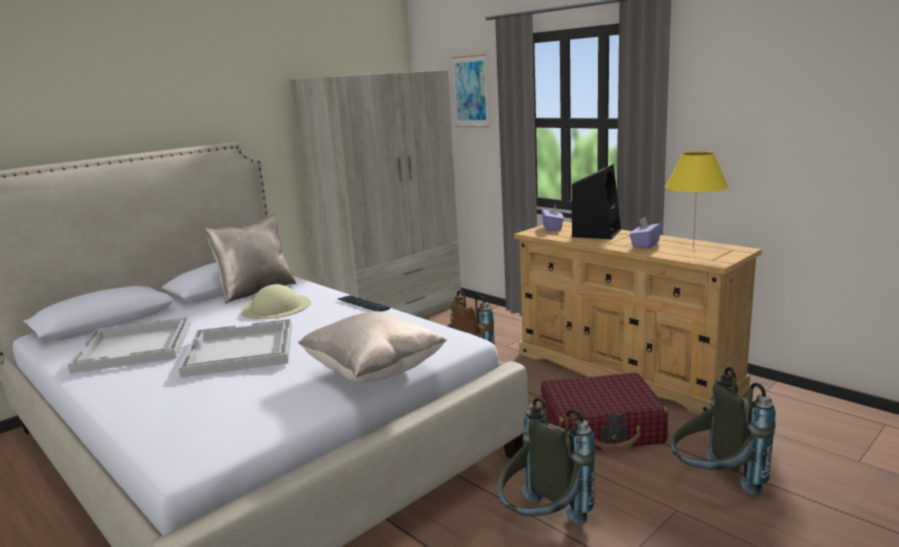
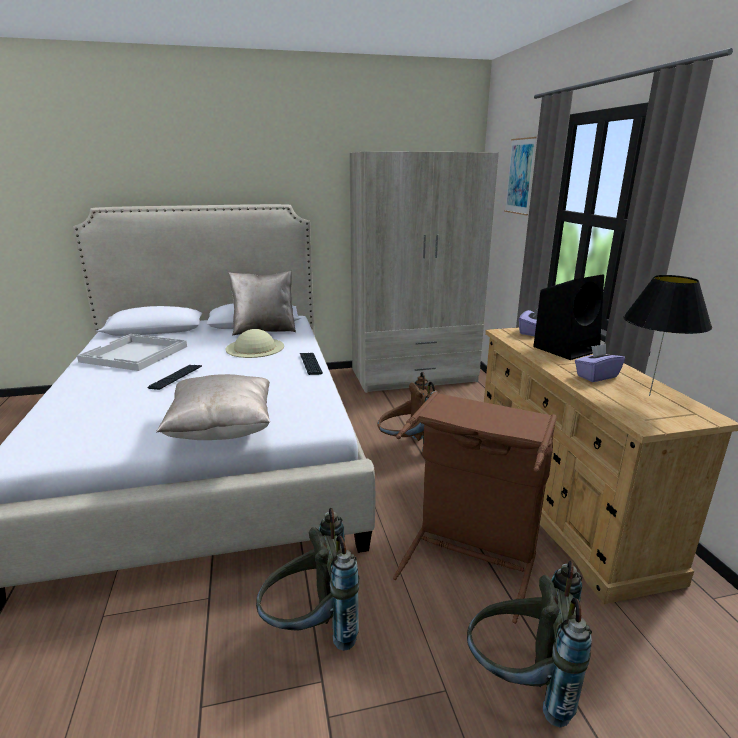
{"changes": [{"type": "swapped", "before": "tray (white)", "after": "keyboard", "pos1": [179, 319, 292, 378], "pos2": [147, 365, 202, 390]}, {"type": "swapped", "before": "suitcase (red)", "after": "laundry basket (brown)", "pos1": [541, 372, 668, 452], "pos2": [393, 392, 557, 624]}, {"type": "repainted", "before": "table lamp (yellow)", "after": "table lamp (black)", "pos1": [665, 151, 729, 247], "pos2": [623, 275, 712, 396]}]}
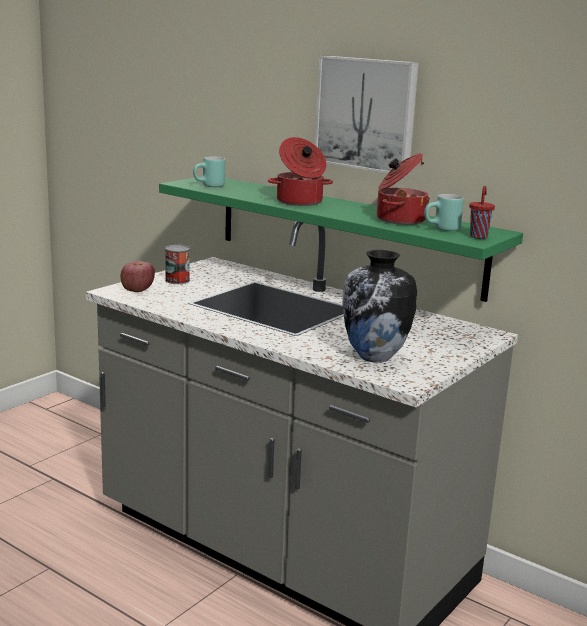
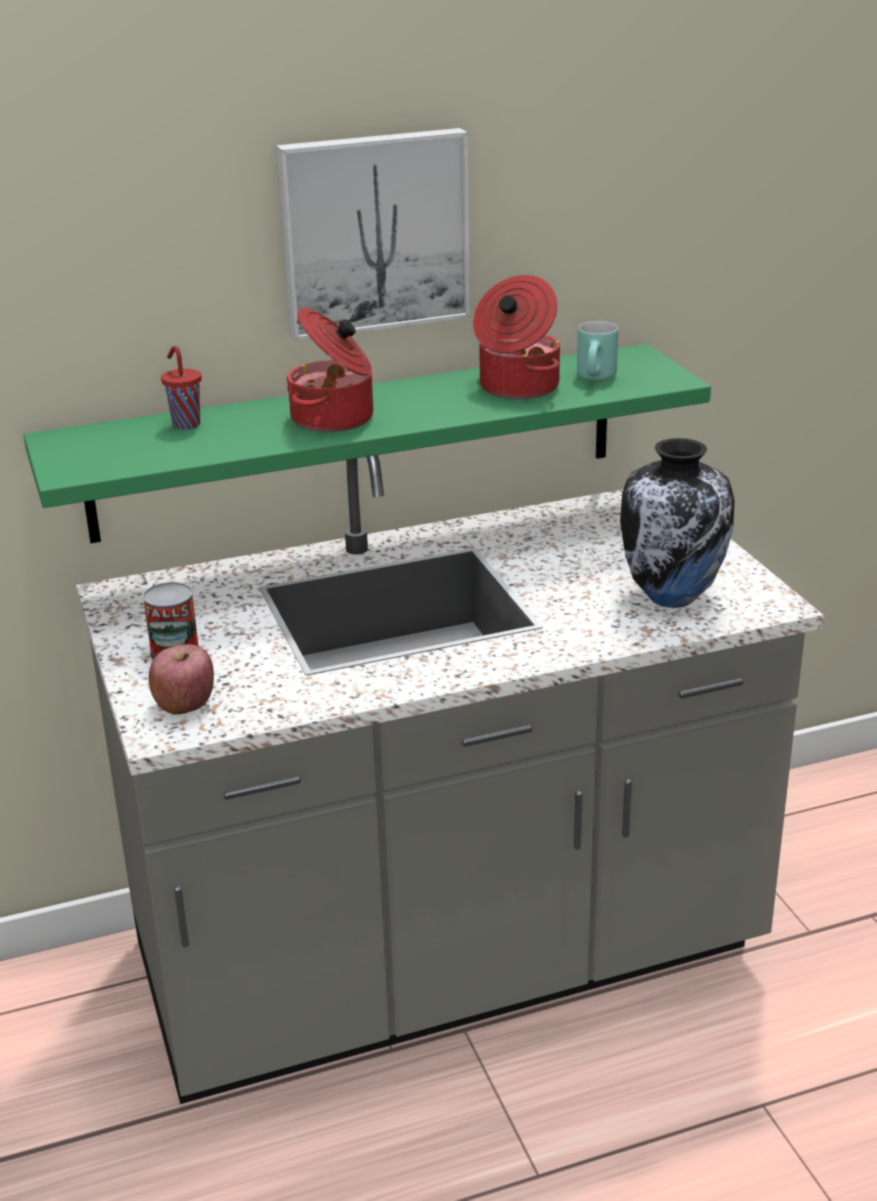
{"changes": [{"type": "shifted", "before": "cup (red)", "pos1": [469, 186, 495, 239], "pos2": [161, 346, 202, 430]}, {"type": "gone", "before": "mug (turquoise)", "pos1": [193, 156, 225, 187]}]}
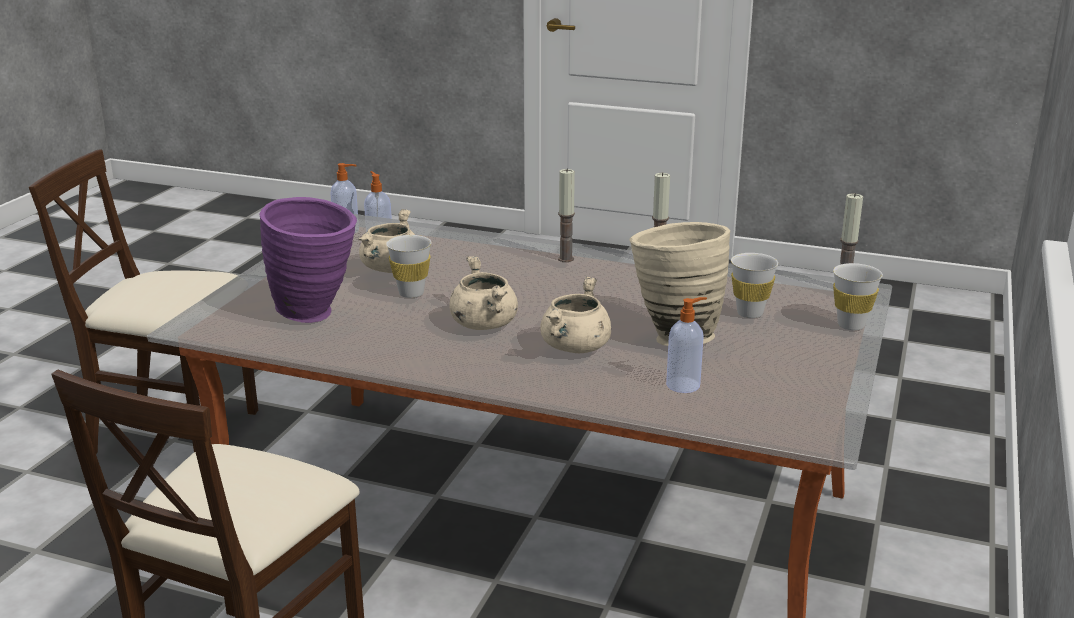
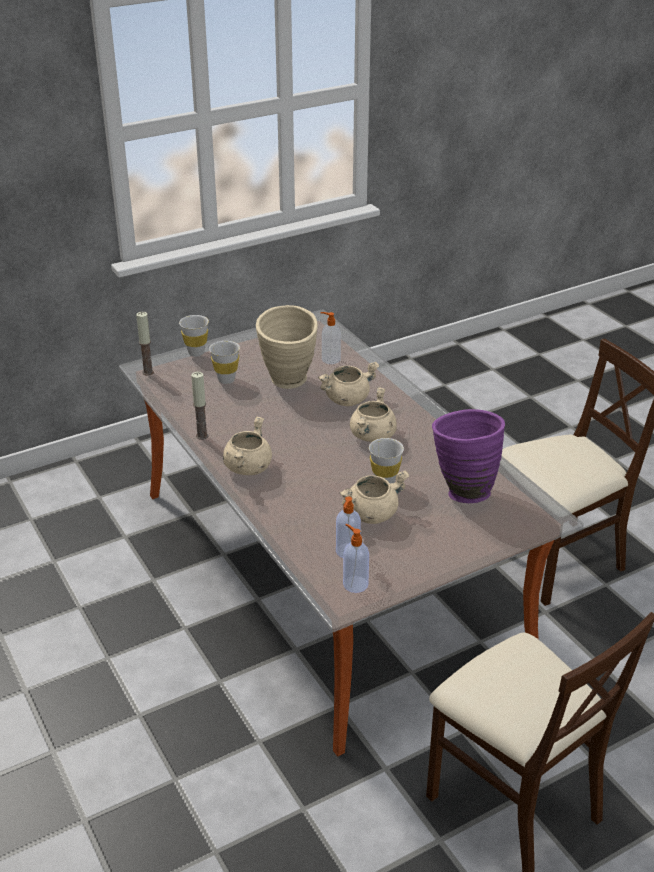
{"changes": [{"type": "swapped", "before": "candle", "after": "cooking pot (beige)", "pos1": [558, 168, 575, 262], "pos2": [223, 416, 272, 475]}]}
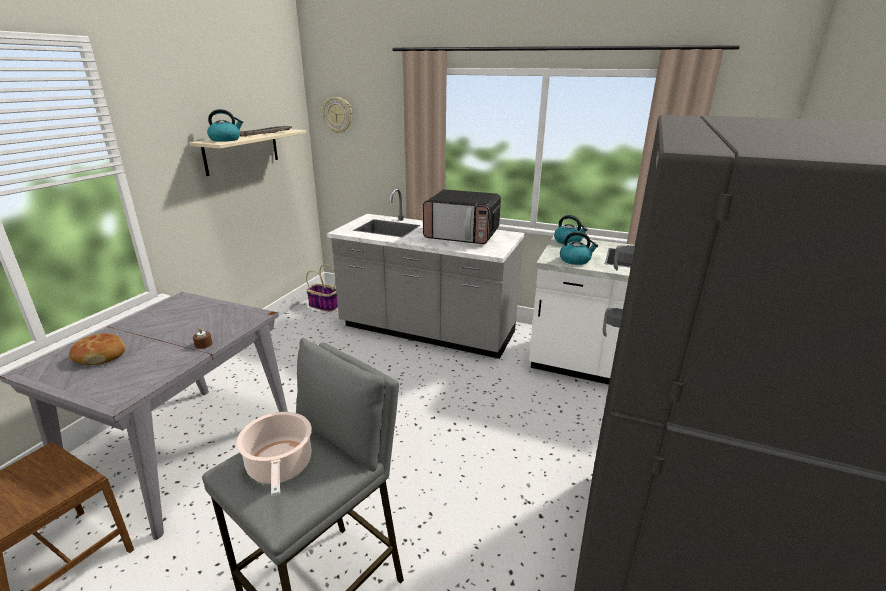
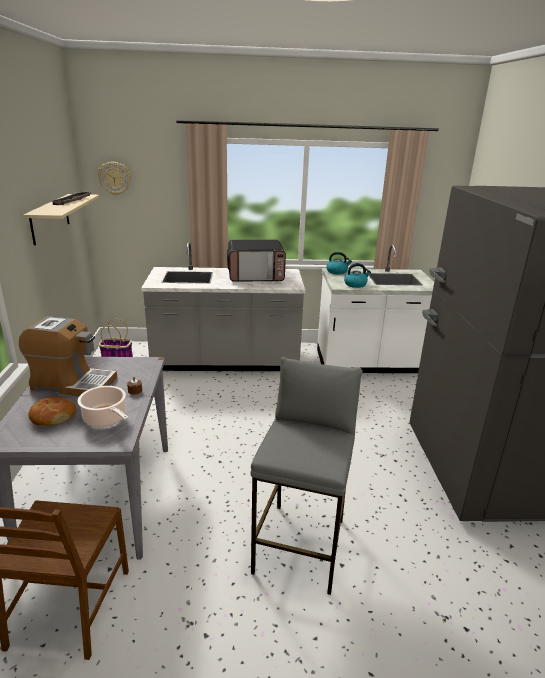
{"changes": [{"type": "new", "after": "coffee machine", "pos2": [19, 316, 117, 396]}, {"type": "shifted", "before": "cooking pot", "pos1": [236, 412, 312, 496], "pos2": [77, 386, 129, 427]}, {"type": "gone", "before": "kettle", "pos1": [207, 109, 243, 142]}]}
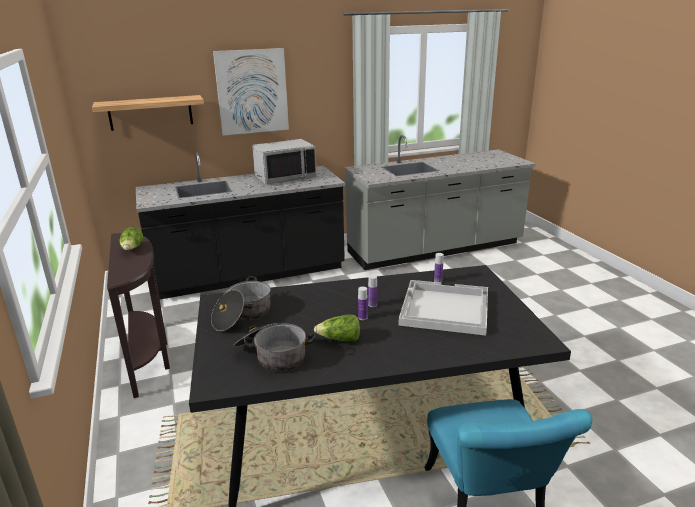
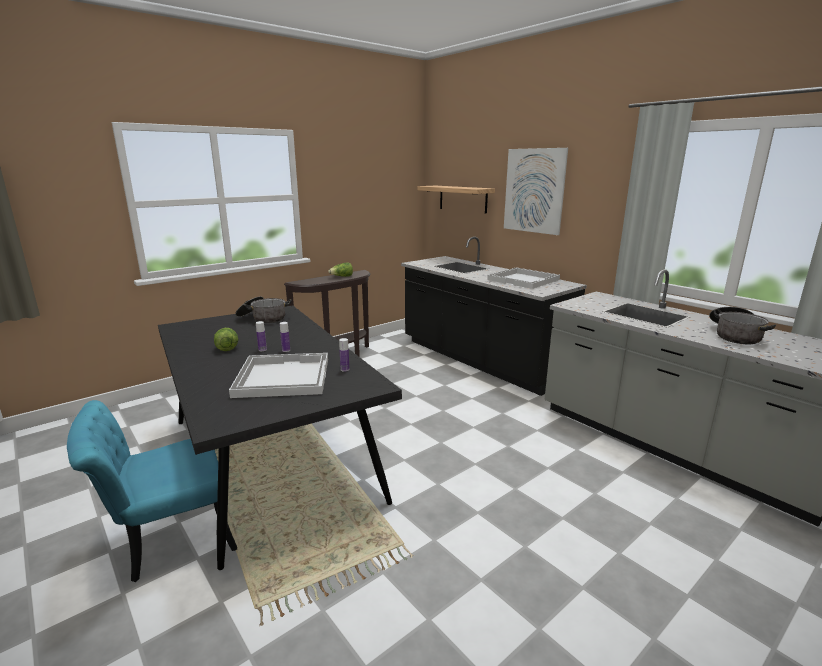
{"changes": [{"type": "swapped", "before": "microwave (grey)", "after": "tray (white)", "pos1": [252, 139, 317, 185], "pos2": [487, 267, 560, 289]}, {"type": "shifted", "before": "cooking pot", "pos1": [233, 323, 316, 371], "pos2": [709, 307, 776, 344]}]}
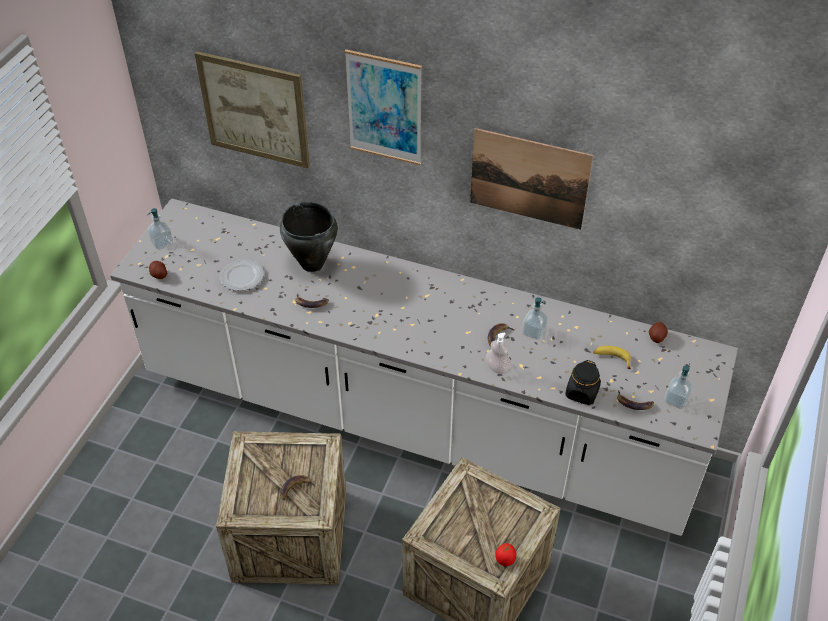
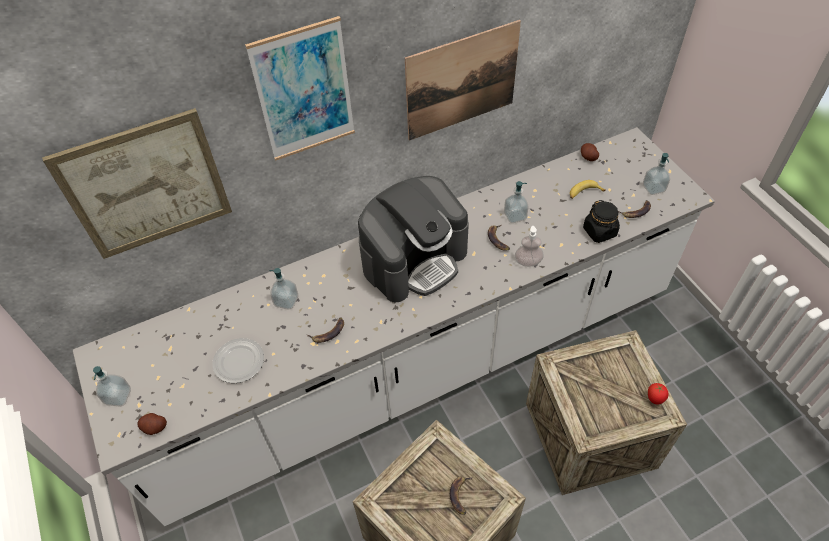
{"changes": [{"type": "swapped", "before": "cooking pot (black)", "after": "soap dispenser", "pos1": [280, 202, 338, 272], "pos2": [269, 268, 298, 310]}, {"type": "new", "after": "coffee machine", "pos2": [358, 176, 469, 302]}]}
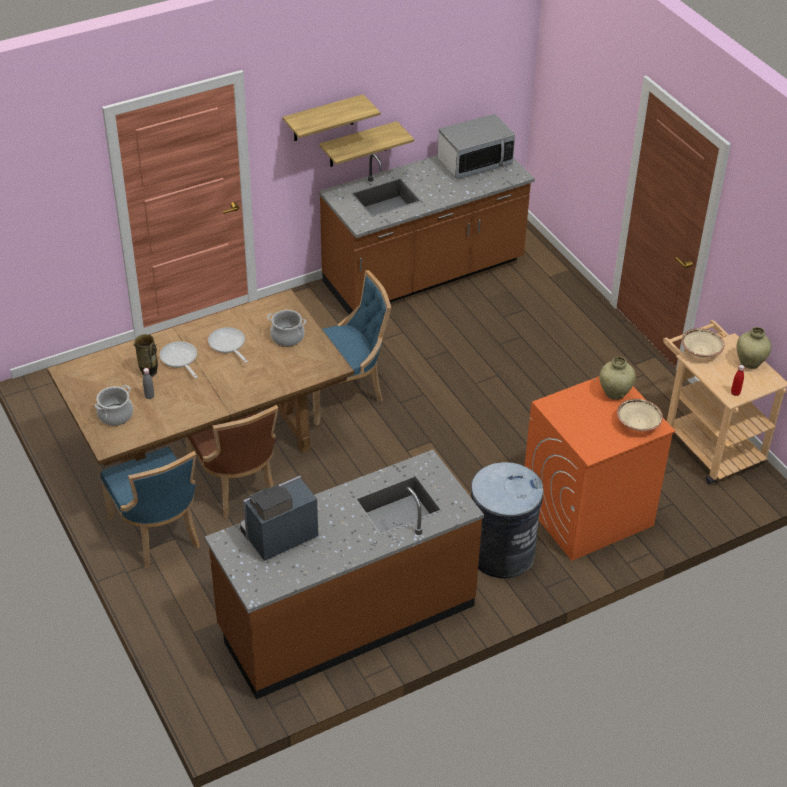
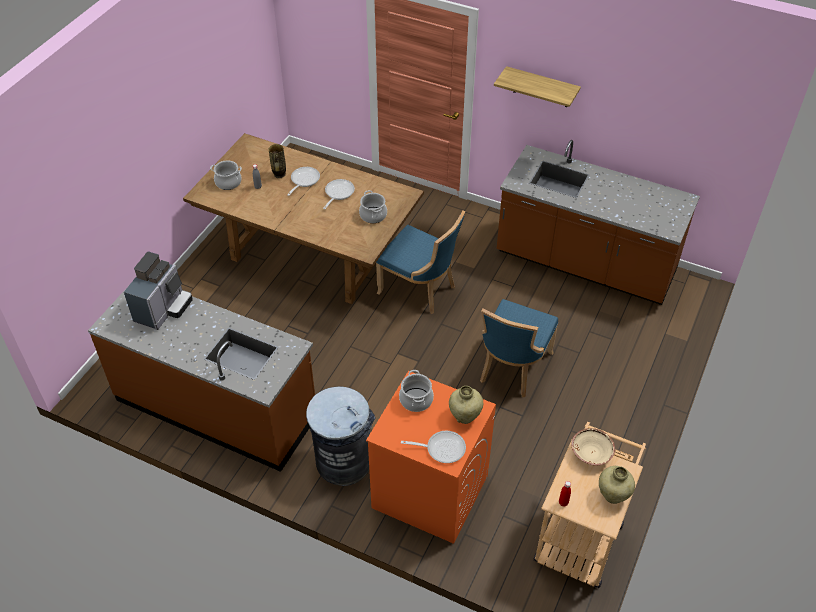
{"changes": [{"type": "rotated", "before": "coffee machine", "pos1": [240, 476, 318, 561], "pos2": [124, 252, 193, 330], "turn": 90}, {"type": "new", "after": "cooking pot", "pos2": [399, 370, 434, 412]}, {"type": "swapped", "before": "bowl (beige)", "after": "frying pan", "pos1": [617, 399, 663, 431], "pos2": [401, 431, 466, 463]}, {"type": "shifted", "before": "chair (blue)", "pos1": [100, 447, 200, 568], "pos2": [480, 299, 558, 398]}, {"type": "gone", "before": "chair (brown)", "pos1": [185, 405, 278, 519]}, {"type": "gone", "before": "shelf", "pos1": [319, 121, 414, 167]}, {"type": "gone", "before": "microwave", "pos1": [438, 114, 515, 179]}]}
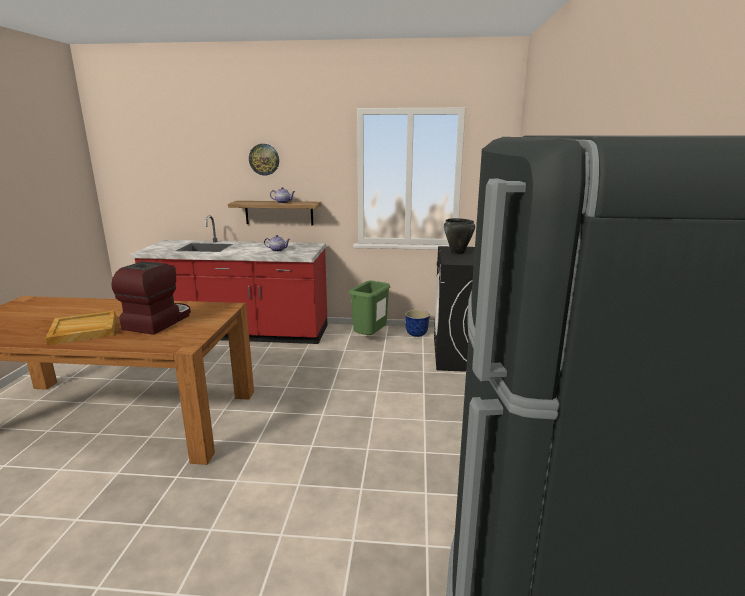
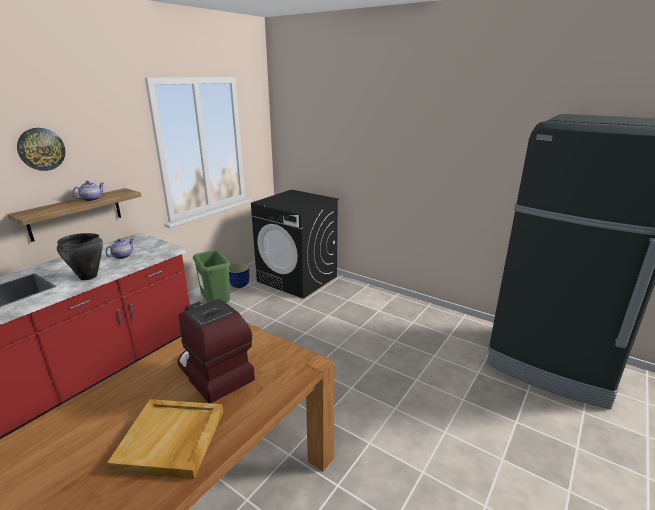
{"changes": [{"type": "shifted", "before": "cooking pot (black)", "pos1": [444, 218, 475, 254], "pos2": [57, 233, 103, 280]}]}
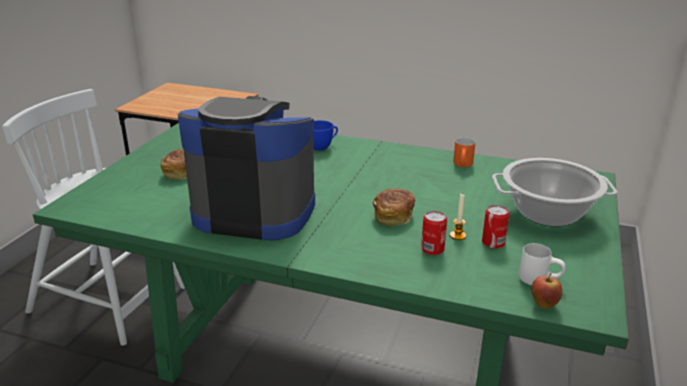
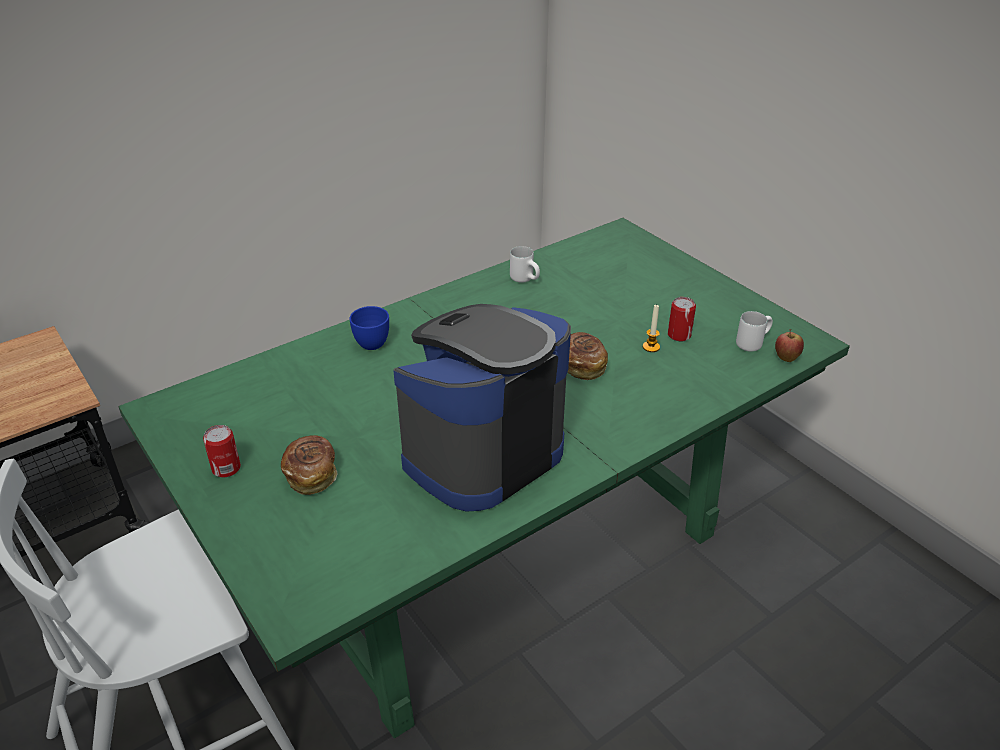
{"changes": [{"type": "shifted", "before": "can", "pos1": [421, 211, 447, 255], "pos2": [203, 425, 241, 477]}, {"type": "repainted", "before": "mug (orange)", "after": "mug (white)", "pos1": [453, 137, 475, 167], "pos2": [510, 246, 540, 282]}, {"type": "gone", "before": "cooking pot", "pos1": [492, 158, 618, 227]}]}
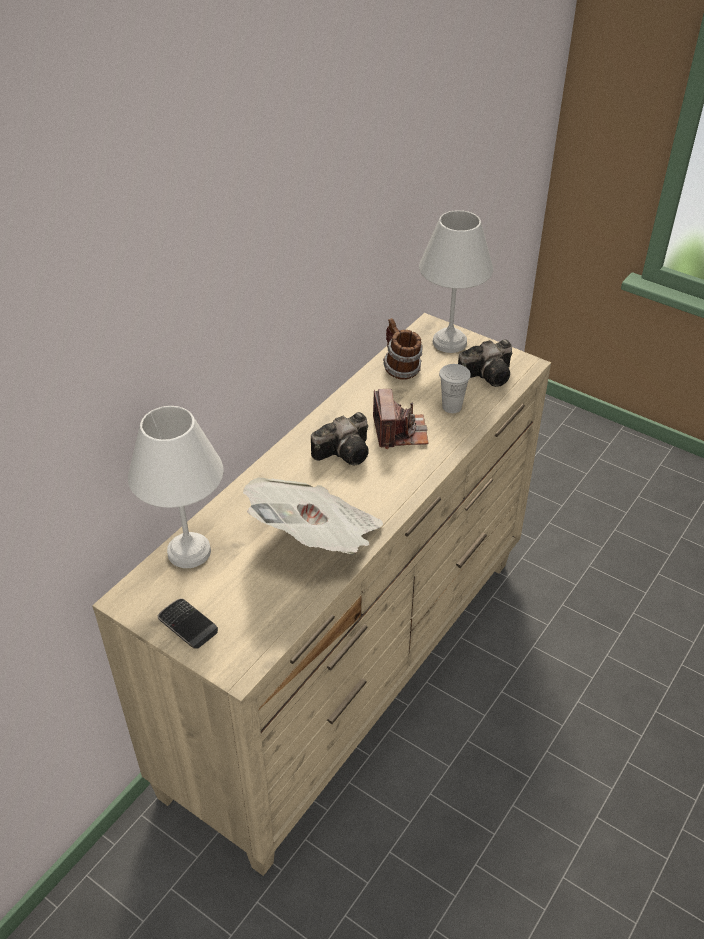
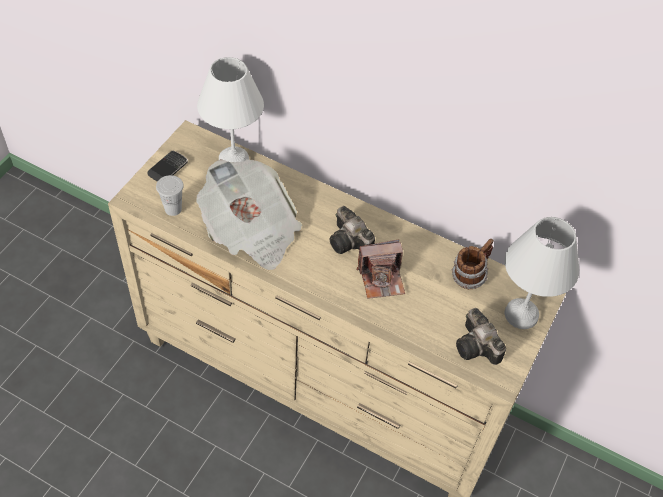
{"changes": [{"type": "shifted", "before": "cup (white)", "pos1": [439, 364, 471, 413], "pos2": [156, 175, 184, 216]}]}
